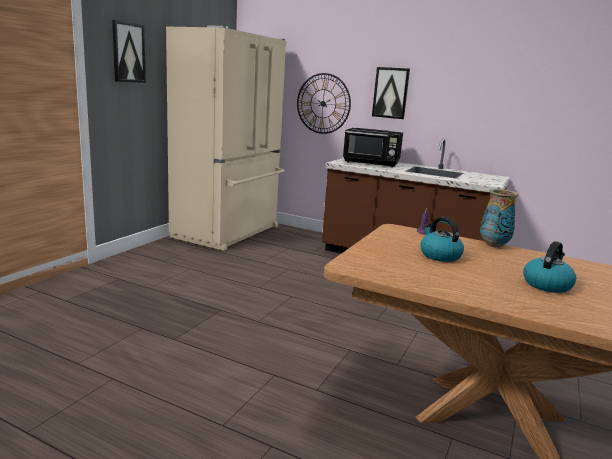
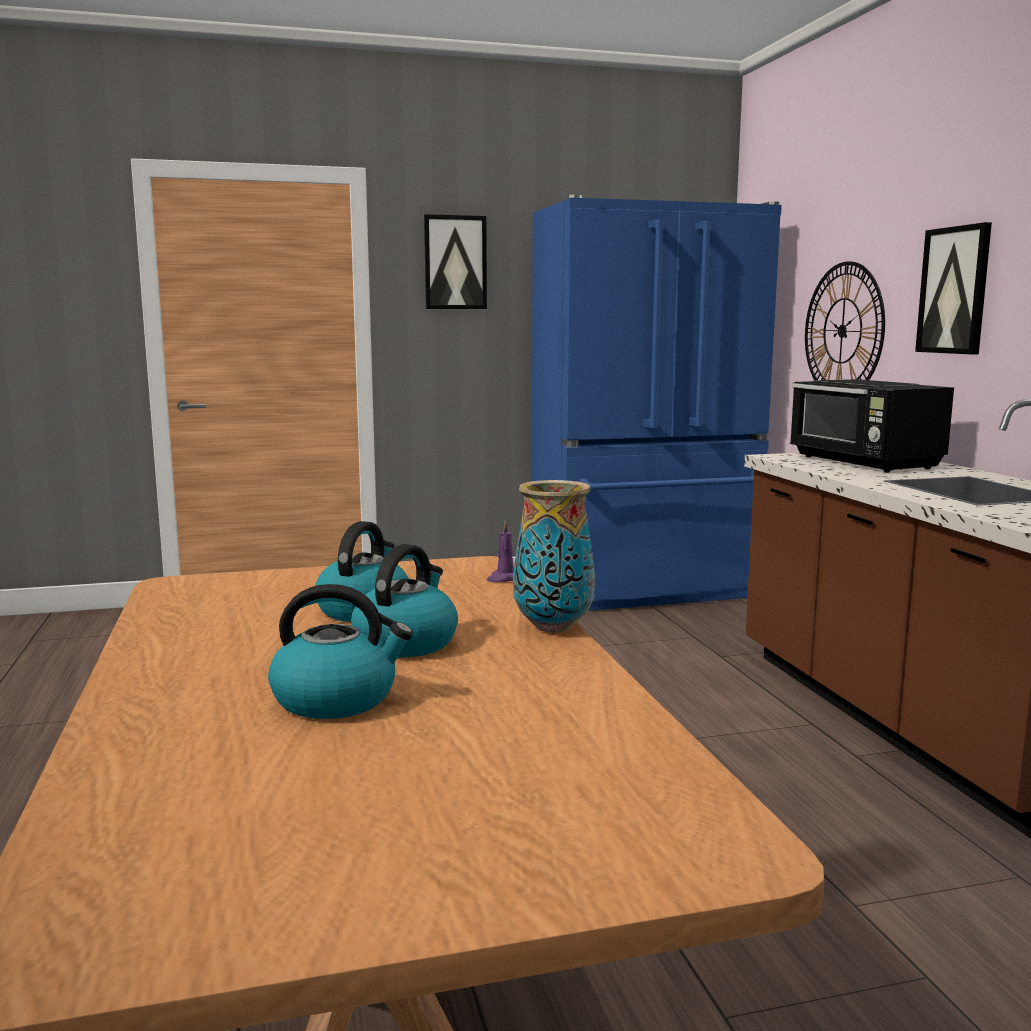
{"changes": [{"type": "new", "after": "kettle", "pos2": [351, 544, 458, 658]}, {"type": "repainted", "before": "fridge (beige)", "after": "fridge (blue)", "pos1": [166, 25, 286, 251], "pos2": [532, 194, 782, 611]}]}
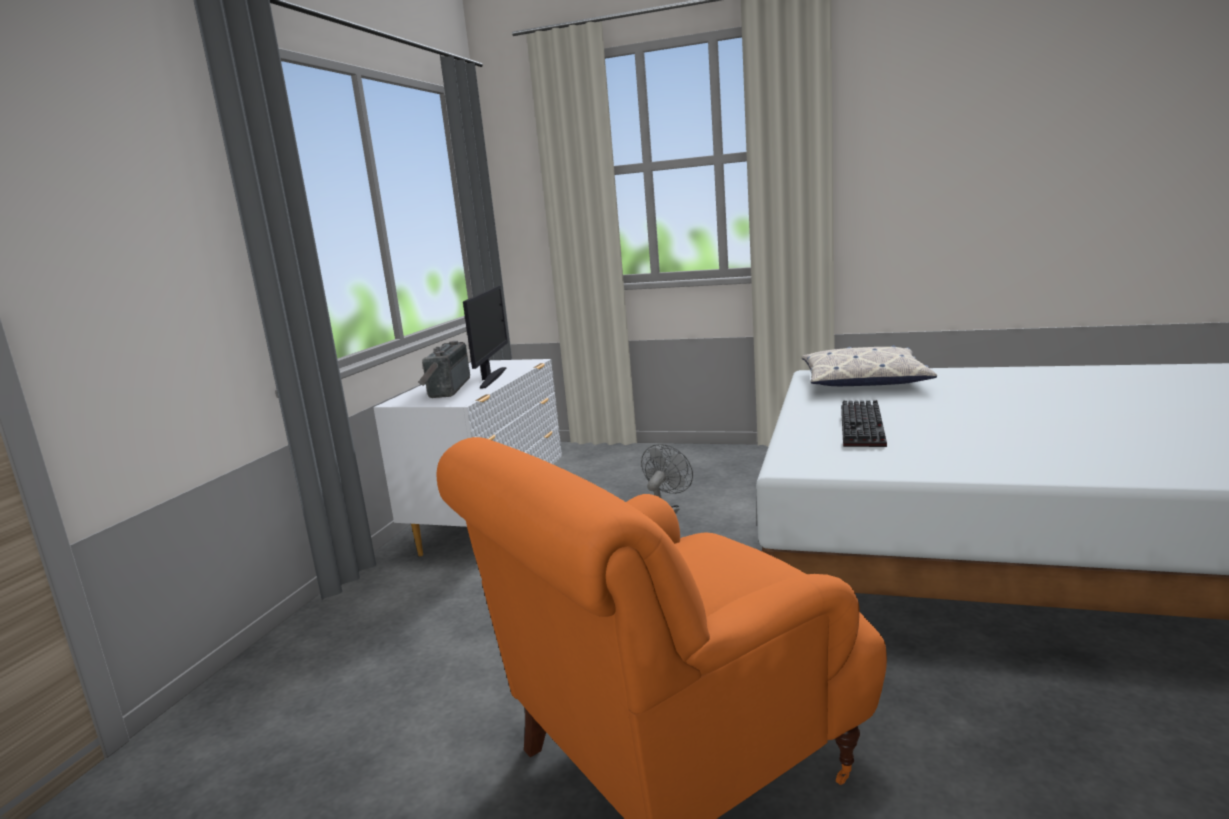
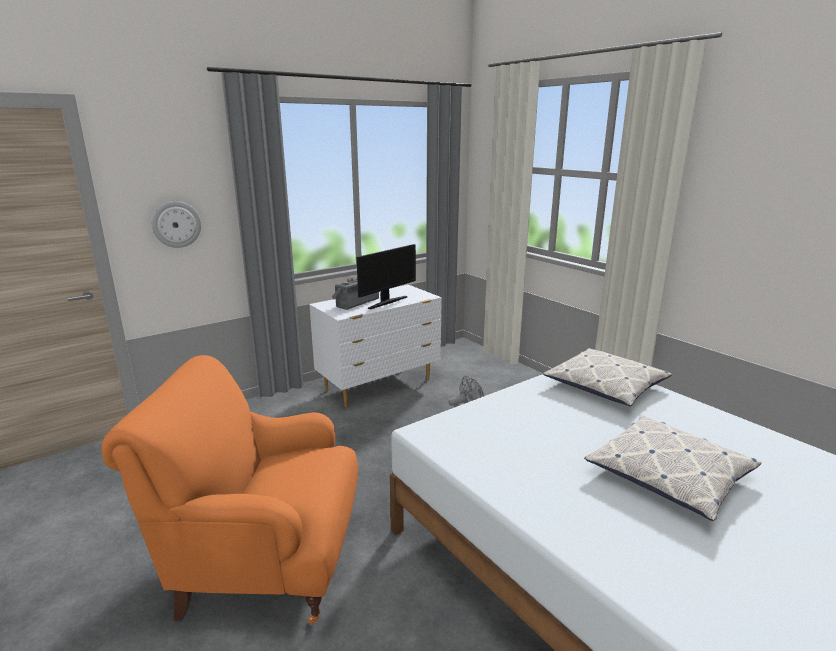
{"changes": [{"type": "new", "after": "wall clock", "pos2": [152, 201, 201, 248]}, {"type": "new", "after": "pillow", "pos2": [584, 416, 762, 521]}, {"type": "gone", "before": "keyboard", "pos1": [841, 400, 887, 447]}]}
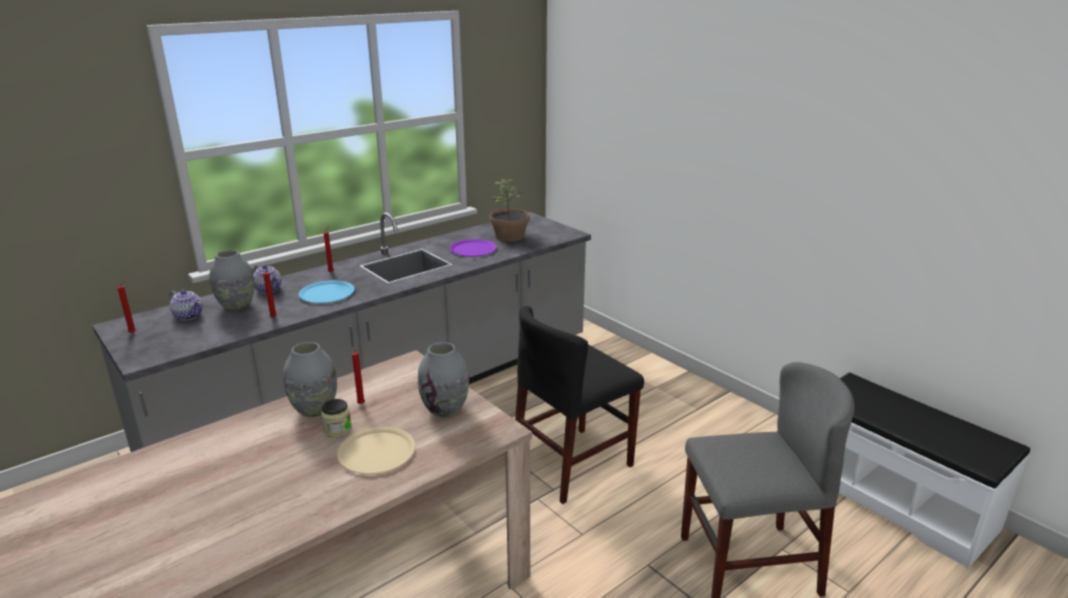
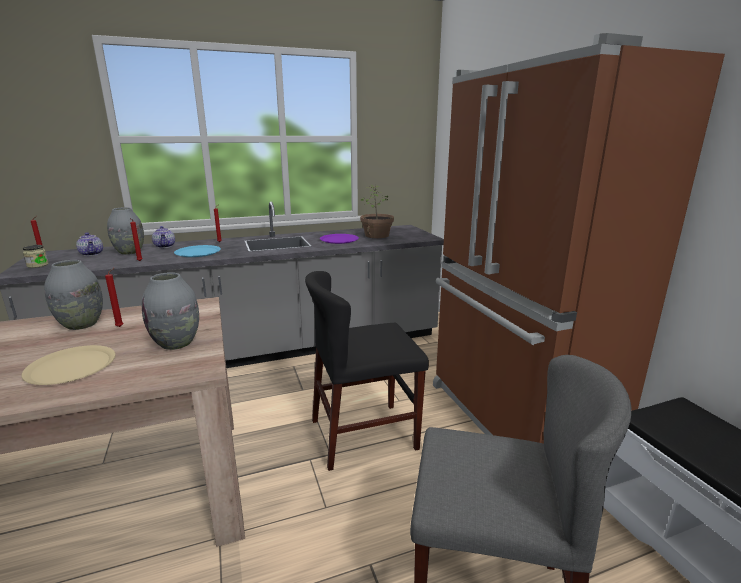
{"changes": [{"type": "shifted", "before": "jar", "pos1": [321, 399, 352, 438], "pos2": [23, 245, 49, 268]}, {"type": "new", "after": "fridge (brown)", "pos2": [433, 33, 725, 443]}]}
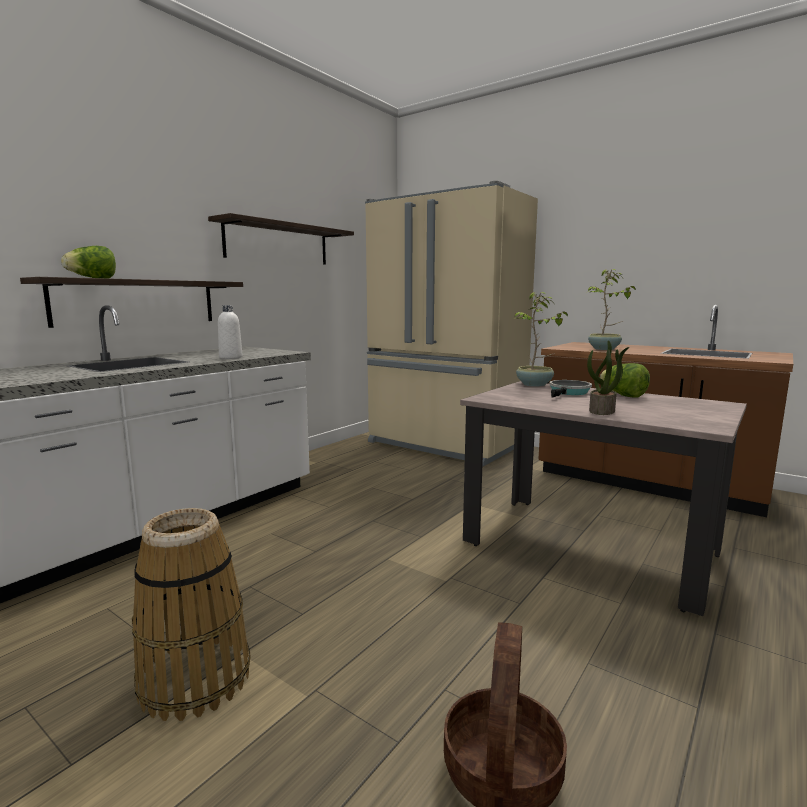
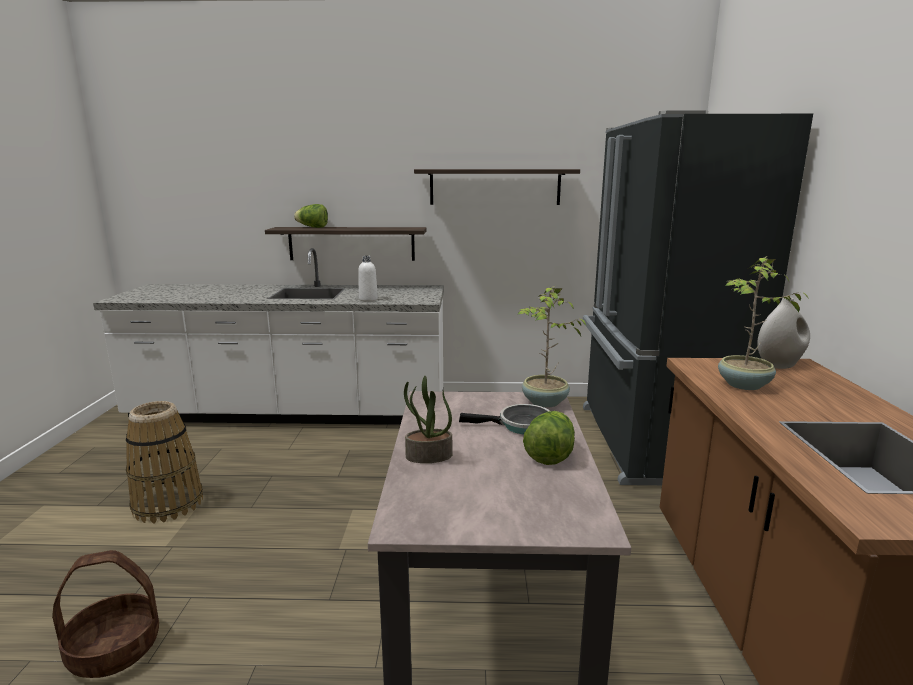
{"changes": [{"type": "repainted", "before": "fridge (beige)", "after": "fridge (black)", "pos1": [365, 181, 538, 466], "pos2": [583, 110, 813, 485]}, {"type": "new", "after": "vase (white)", "pos2": [757, 297, 810, 369]}]}
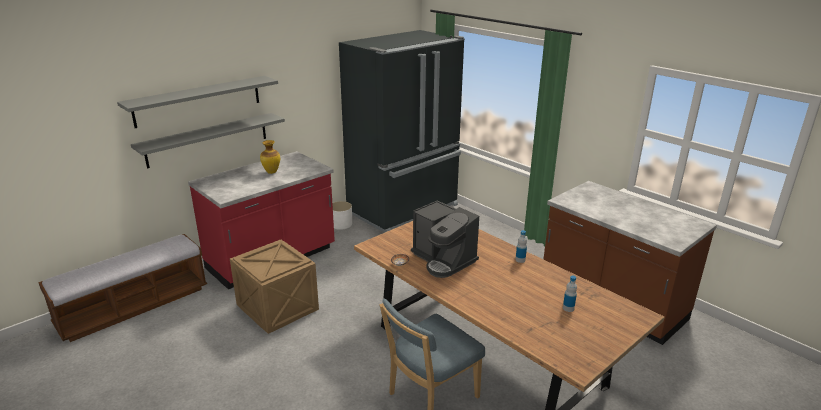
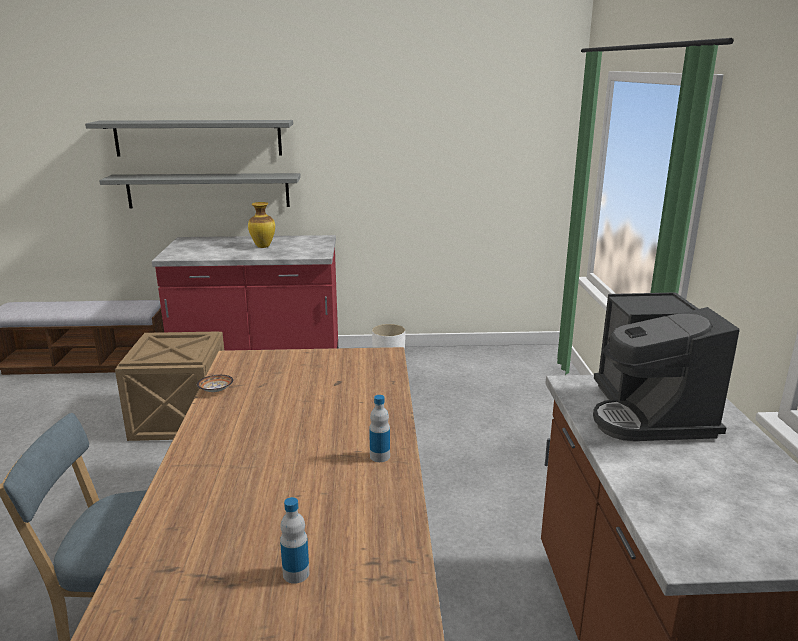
{"changes": [{"type": "shifted", "before": "coffee machine", "pos1": [411, 201, 479, 278], "pos2": [593, 292, 740, 441]}, {"type": "gone", "before": "fridge (black)", "pos1": [339, 30, 465, 233]}]}
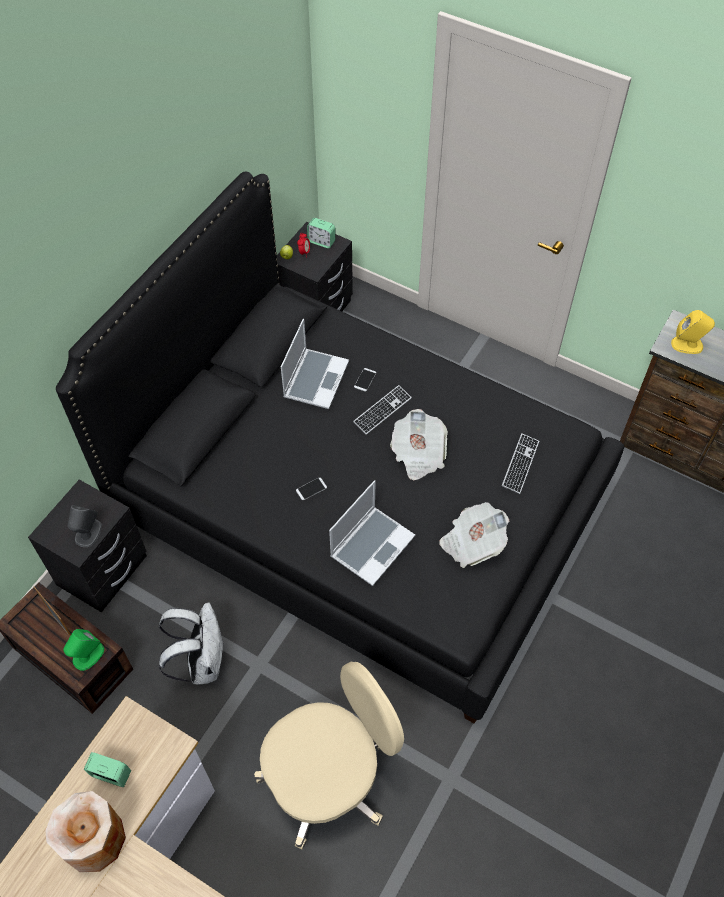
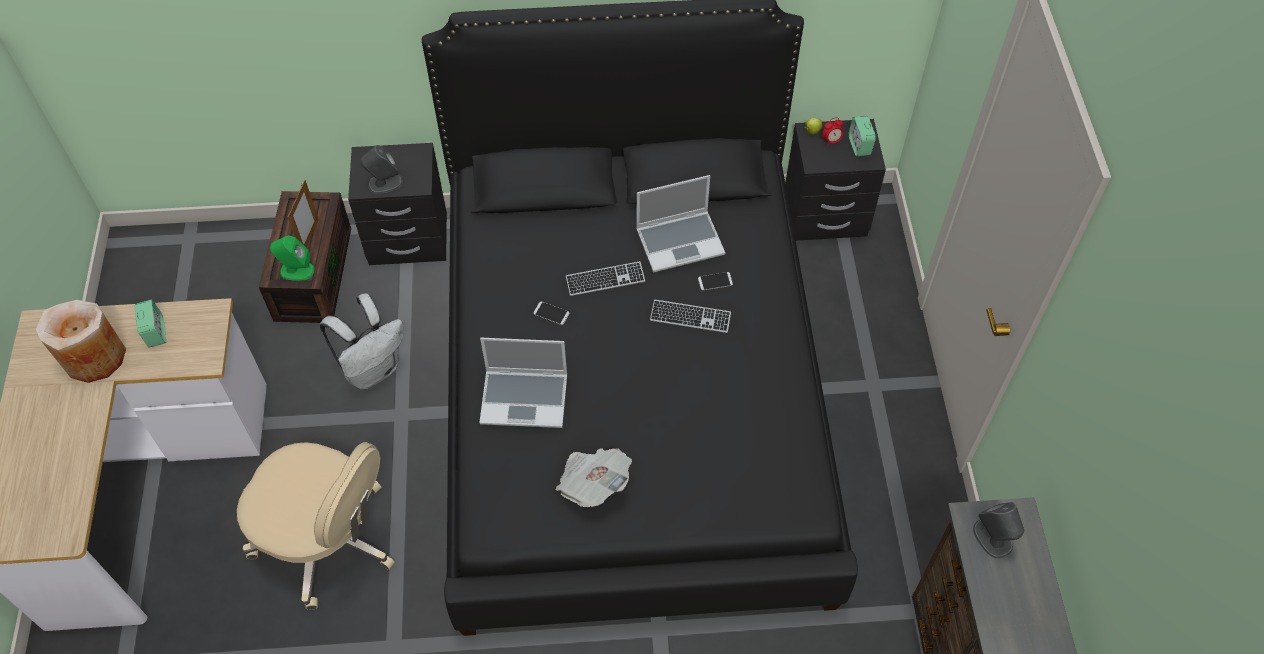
{"changes": [{"type": "shifted", "before": "keyboard", "pos1": [502, 433, 539, 494], "pos2": [566, 261, 645, 296]}, {"type": "repainted", "before": "speaker (yellow)", "after": "speaker (grey)", "pos1": [671, 310, 715, 354], "pos2": [973, 502, 1024, 559]}, {"type": "gone", "before": "newspaper", "pos1": [390, 409, 448, 480]}]}
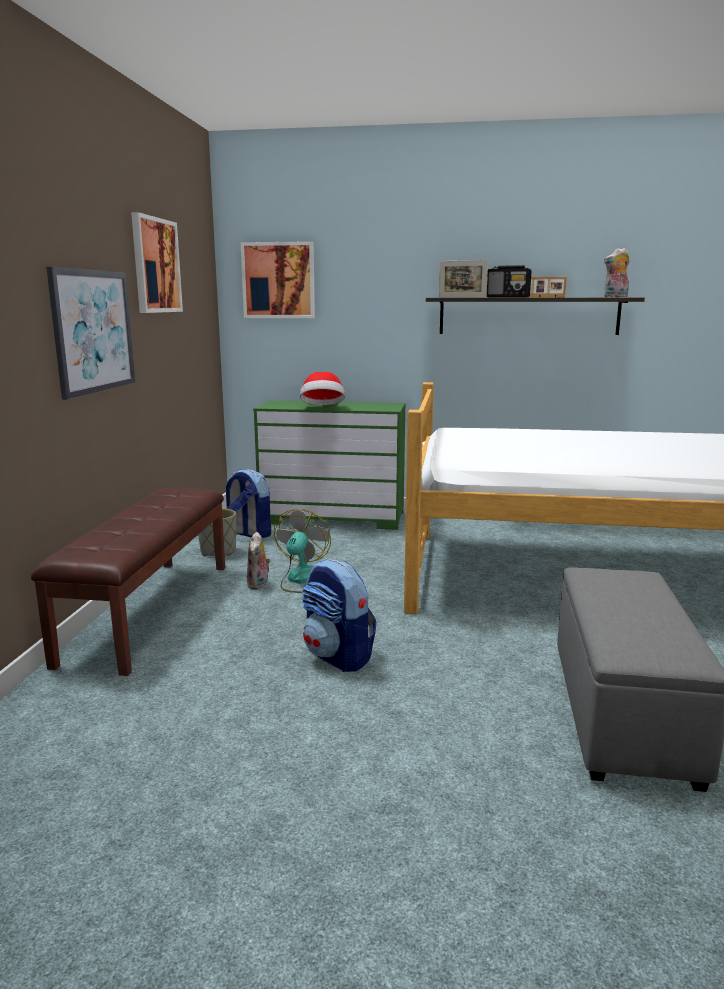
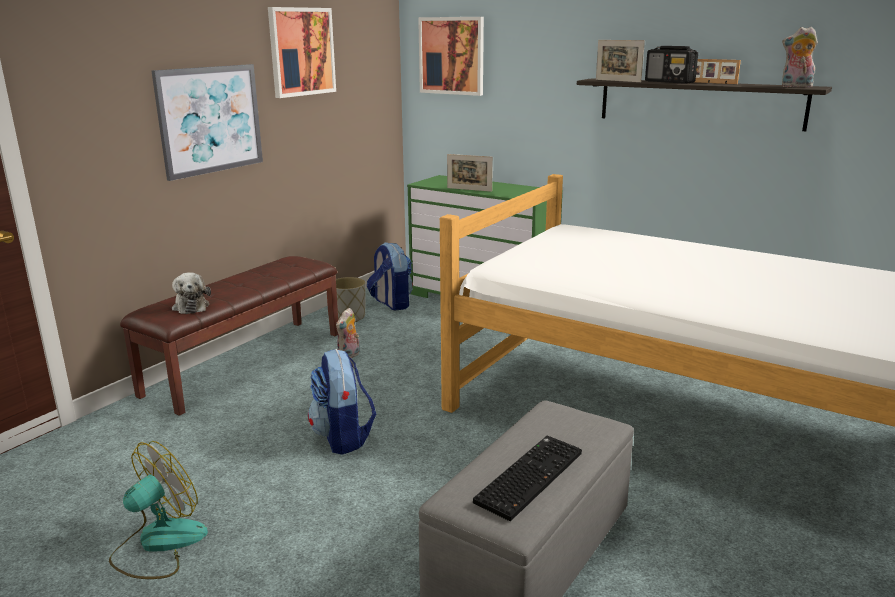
{"changes": [{"type": "shifted", "before": "fan", "pos1": [274, 509, 331, 593], "pos2": [109, 441, 208, 579]}, {"type": "new", "after": "plush toy", "pos2": [172, 273, 211, 314]}, {"type": "swapped", "before": "hat", "after": "picture frame", "pos1": [300, 372, 345, 405], "pos2": [447, 154, 493, 192]}, {"type": "new", "after": "keyboard", "pos2": [473, 436, 582, 521]}]}
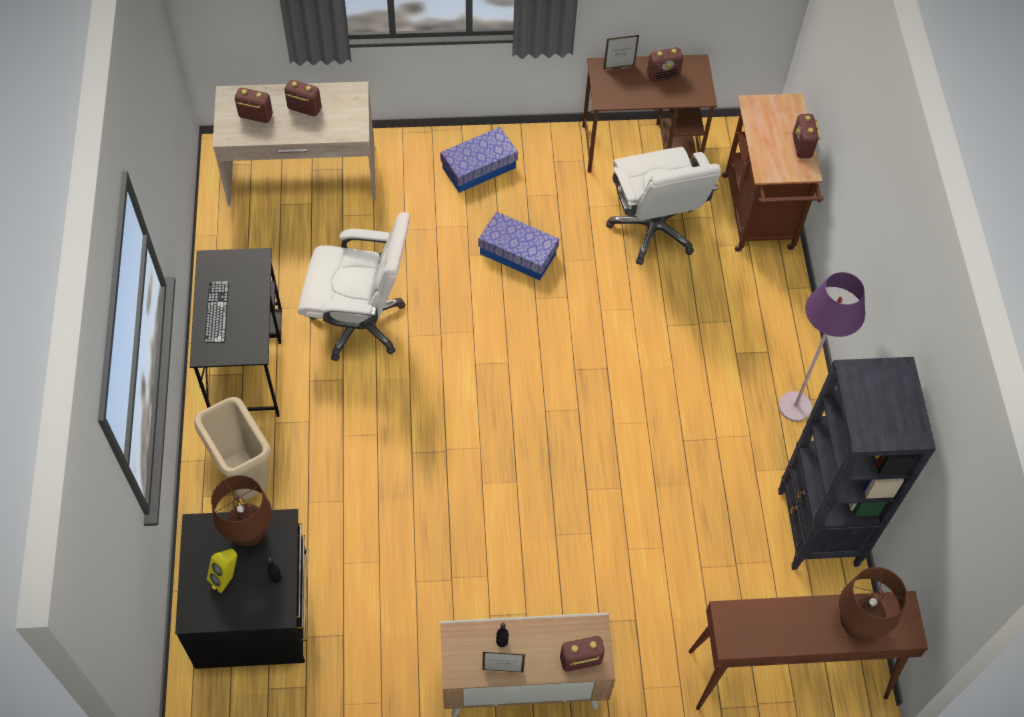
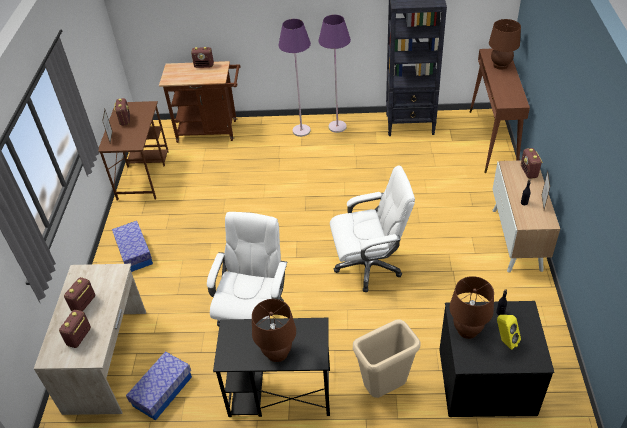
{"changes": [{"type": "shifted", "before": "storage box", "pos1": [478, 211, 559, 280], "pos2": [126, 351, 192, 421]}, {"type": "swapped", "before": "keyboard", "after": "table lamp (brown)", "pos1": [205, 281, 229, 343], "pos2": [252, 299, 296, 362]}, {"type": "new", "after": "floor lamp (purple)", "pos2": [278, 19, 311, 137]}, {"type": "shifted", "before": "office chair (white)", "pos1": [606, 147, 721, 265], "pos2": [330, 165, 415, 292]}]}
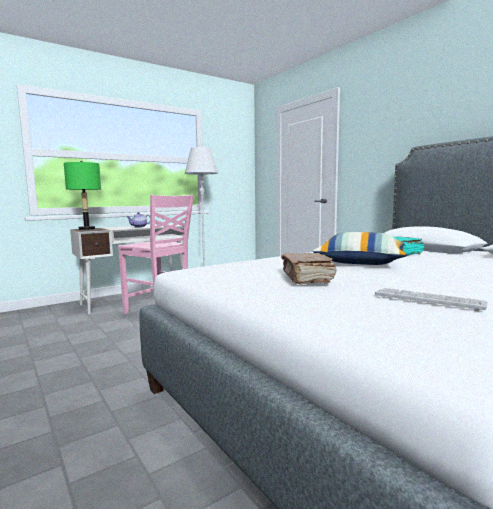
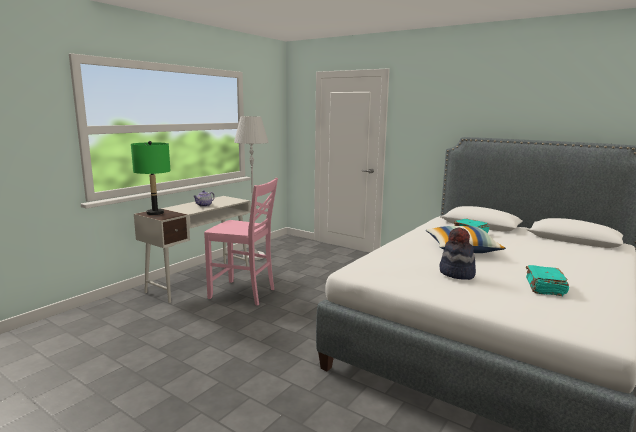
{"changes": [{"type": "swapped", "before": "book (brown)", "after": "hat", "pos1": [281, 253, 336, 284], "pos2": [440, 227, 476, 280]}, {"type": "swapped", "before": "keyboard", "after": "book (turquoise)", "pos1": [375, 288, 488, 312], "pos2": [526, 265, 569, 296]}]}
